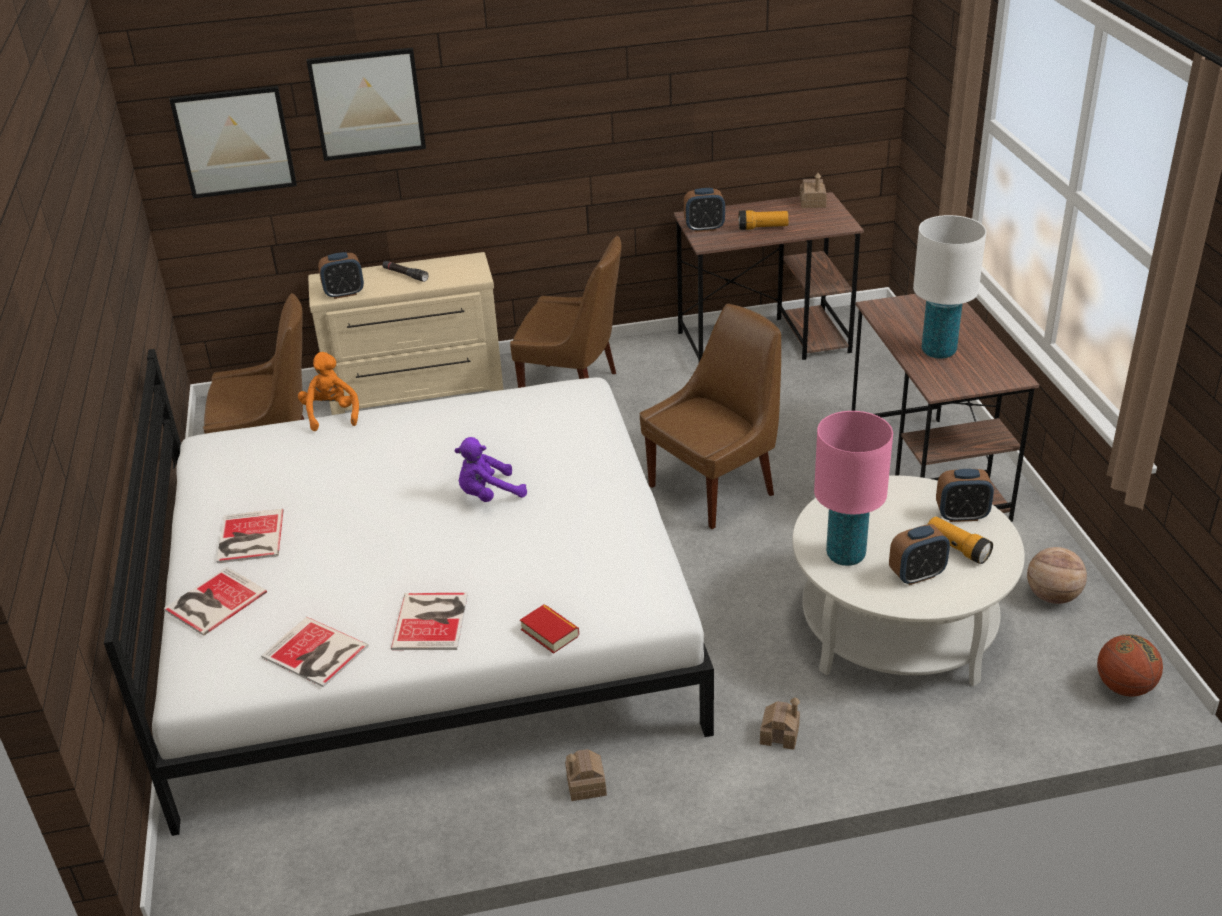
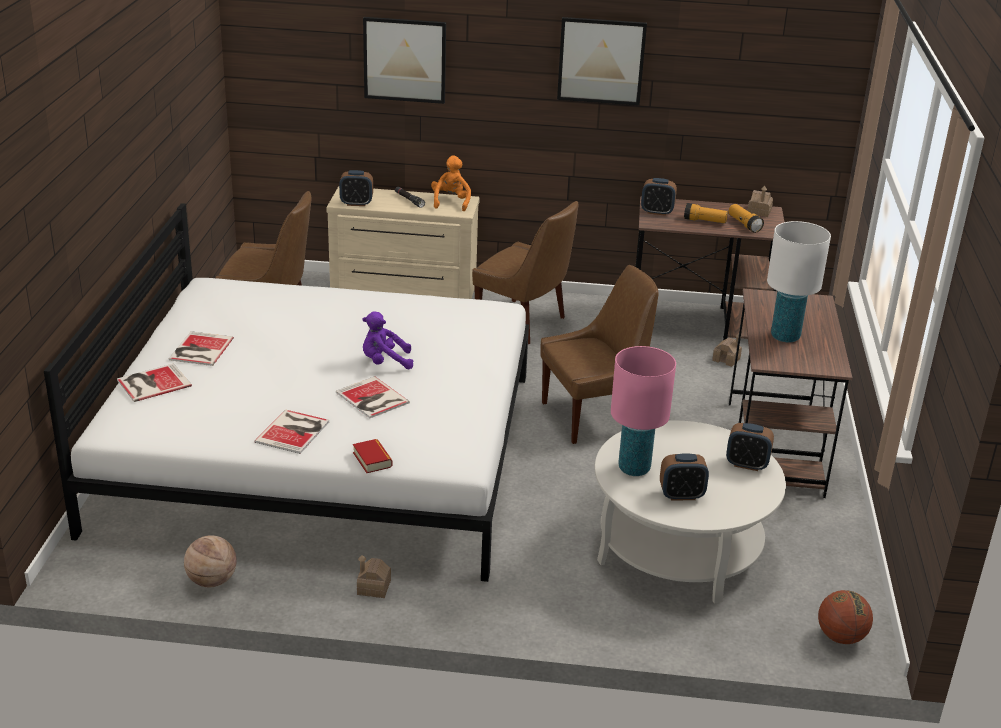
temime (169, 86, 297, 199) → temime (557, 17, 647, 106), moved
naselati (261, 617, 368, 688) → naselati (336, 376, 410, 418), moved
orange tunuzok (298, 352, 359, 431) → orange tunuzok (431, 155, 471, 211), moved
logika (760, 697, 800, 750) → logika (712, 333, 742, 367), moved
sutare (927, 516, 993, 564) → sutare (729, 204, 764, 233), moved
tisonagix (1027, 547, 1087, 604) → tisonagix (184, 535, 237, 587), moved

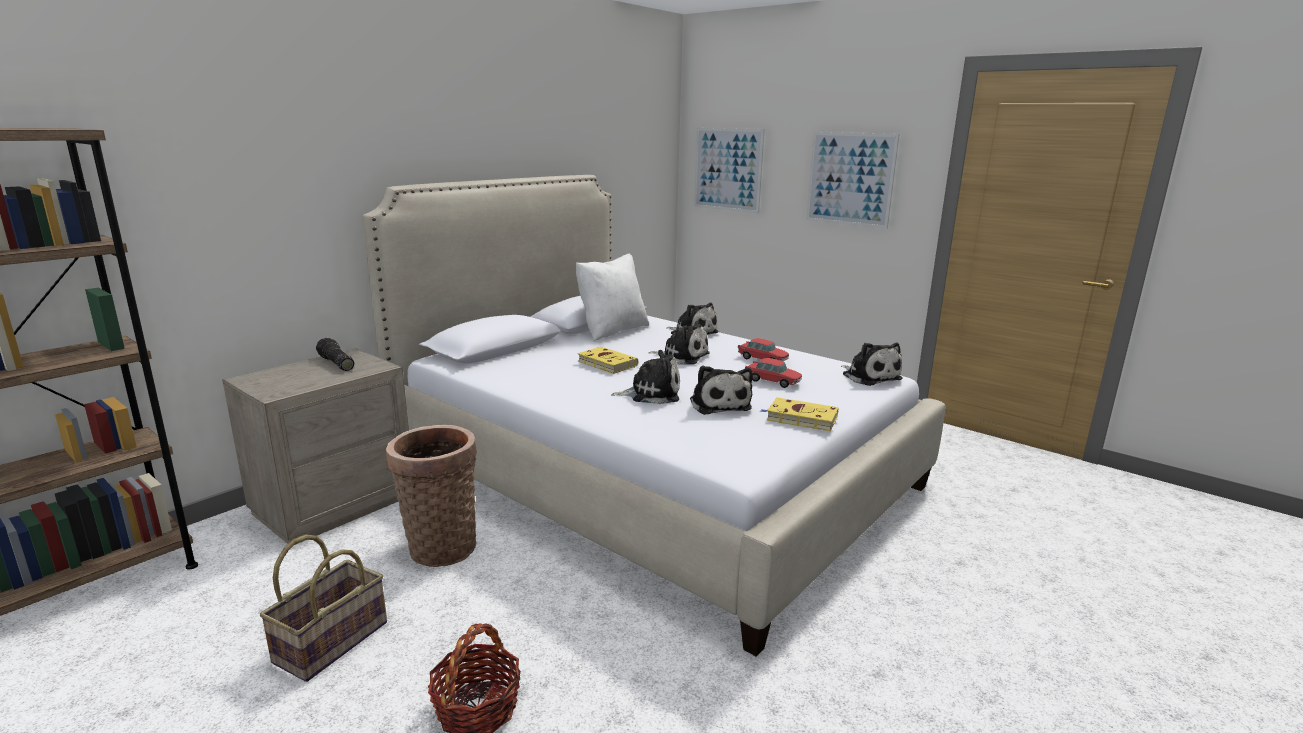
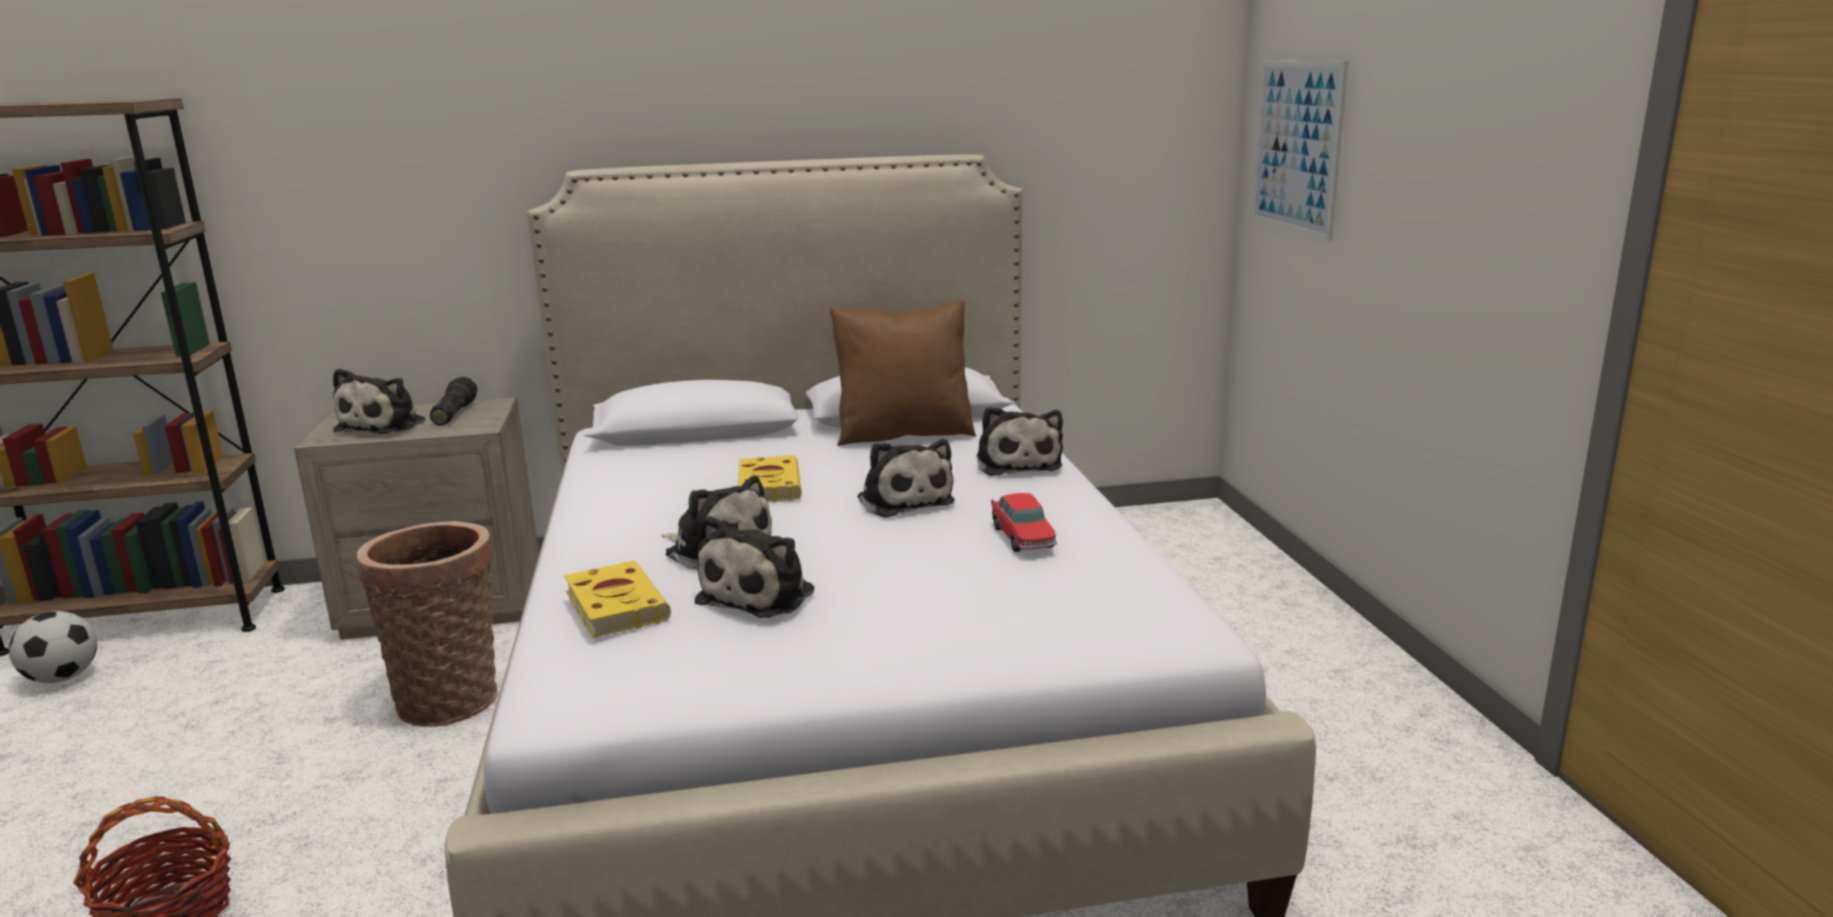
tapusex (260, 535, 387, 682) → -
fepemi (745, 358, 802, 388) → -
temime (806, 132, 899, 229) → -
- → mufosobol (9, 611, 97, 683)
yellow naselati (760, 397, 839, 432) → yellow naselati (564, 561, 671, 638), moved
tunuzok (841, 343, 902, 386) → tunuzok (333, 368, 425, 434), moved
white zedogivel (576, 254, 649, 342) → brown zedogivel (830, 300, 976, 446)

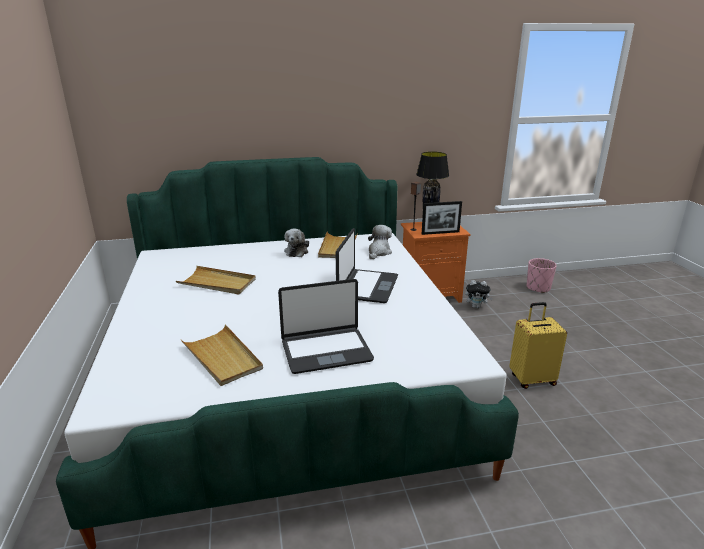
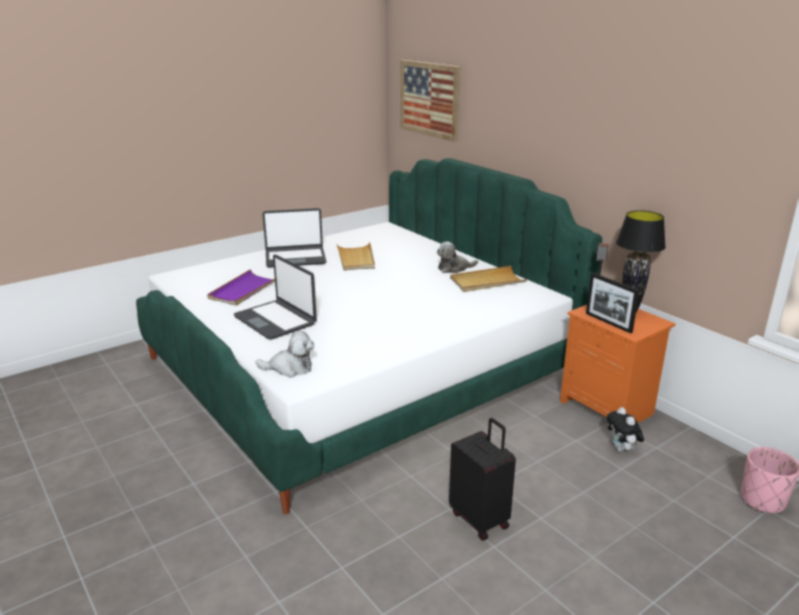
- → temime (400, 60, 460, 142)
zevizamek (336, 228, 398, 303) → zevizamek (262, 208, 326, 268), moved
tunuzok (368, 225, 392, 259) → tunuzok (256, 331, 314, 378), moved
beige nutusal (181, 325, 263, 386) → purple nutusal (207, 269, 275, 306)
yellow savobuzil (509, 302, 567, 389) → black savobuzil (449, 418, 516, 541)

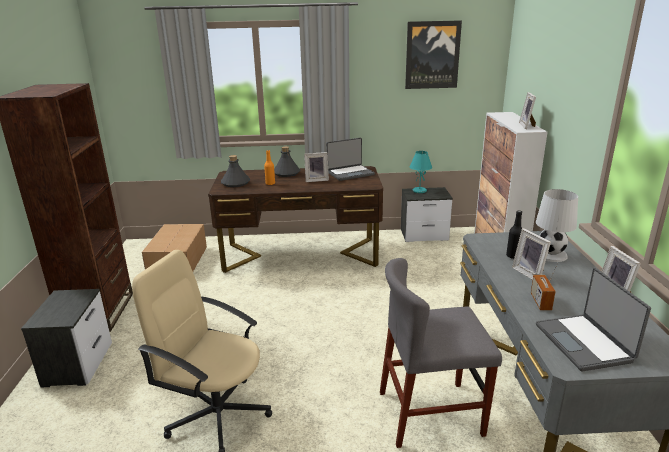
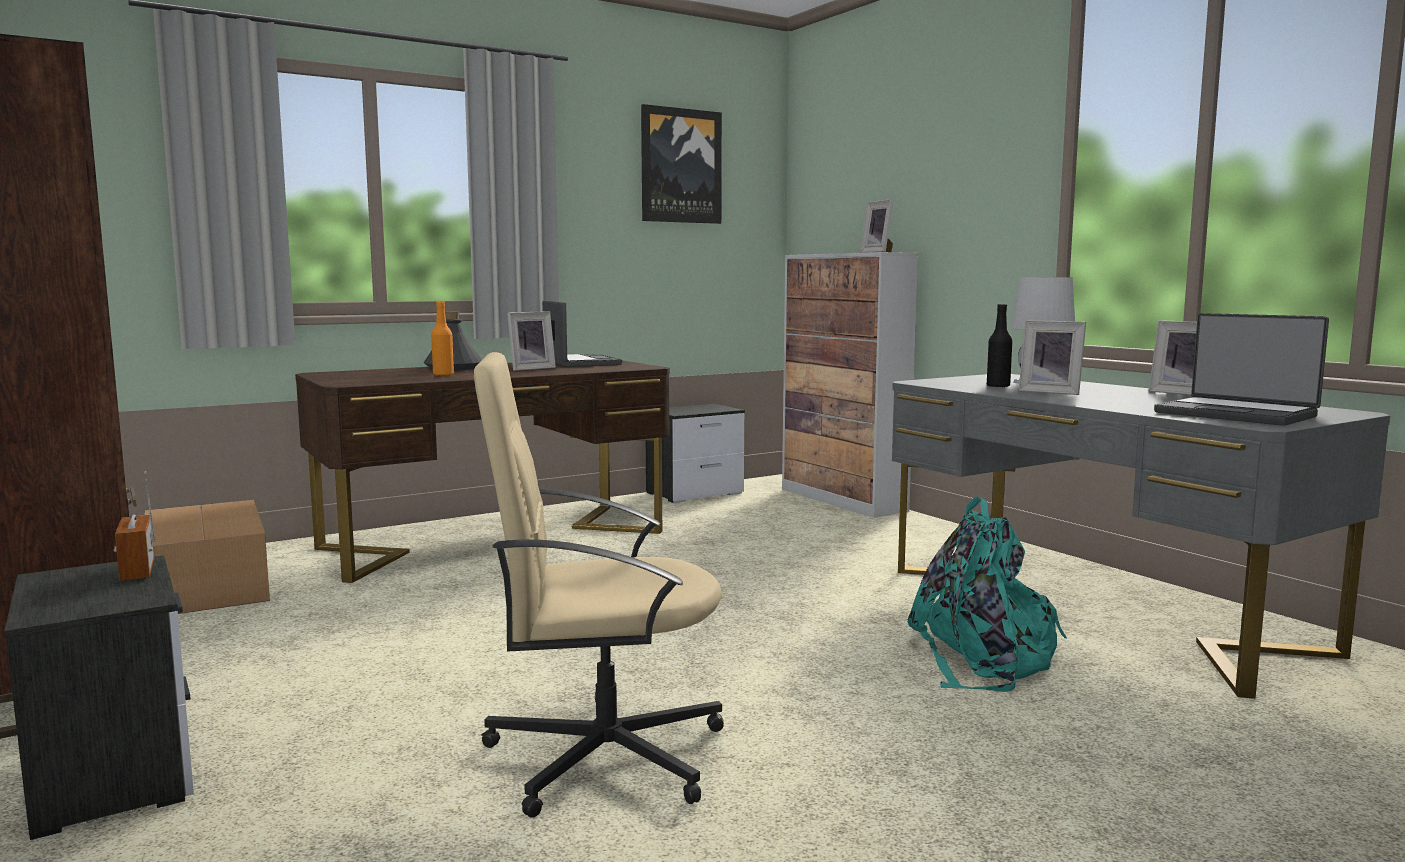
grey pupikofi (221, 155, 250, 187) → -
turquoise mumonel (410, 151, 432, 193) → -
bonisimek (531, 263, 558, 310) → bonisimek (113, 471, 155, 581), moved
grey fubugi (380, 258, 502, 448) → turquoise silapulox (908, 496, 1067, 692)
zevizamek (326, 138, 375, 181) → zevizamek (542, 301, 623, 367), 60 degrees counterclockwise

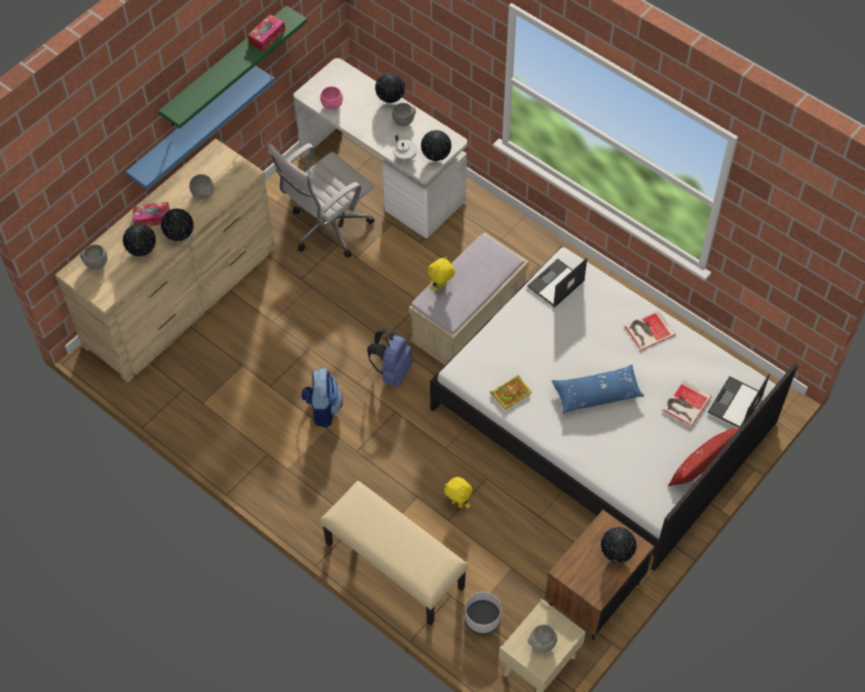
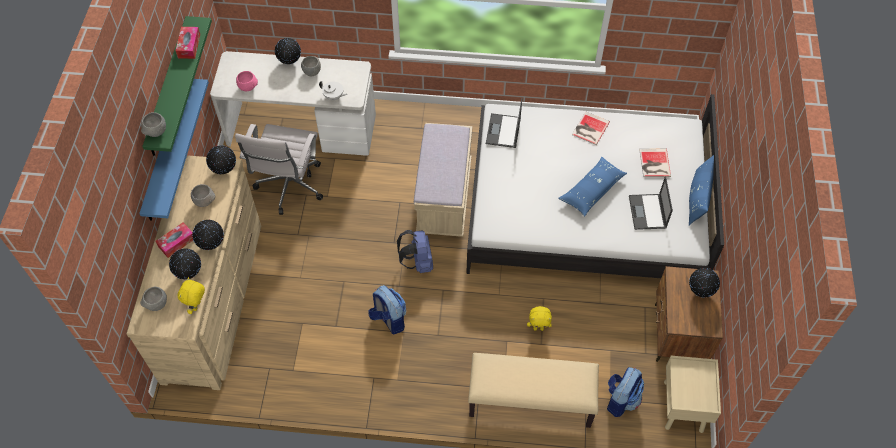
naselati (490, 374, 532, 410) → -
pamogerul (421, 130, 452, 161) → pamogerul (206, 145, 236, 174), moved
yellow tunuzok (428, 256, 455, 291) → yellow tunuzok (178, 277, 205, 314), moved
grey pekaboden (528, 624, 557, 652) → grey pekaboden (141, 112, 166, 137), moved
zevizamek (708, 373, 770, 428) → zevizamek (629, 176, 673, 230), moved
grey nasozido (465, 592, 502, 635) → silapulox (607, 367, 644, 417)
red zedogivel (668, 427, 741, 486) → blue zedogivel (689, 155, 714, 225)

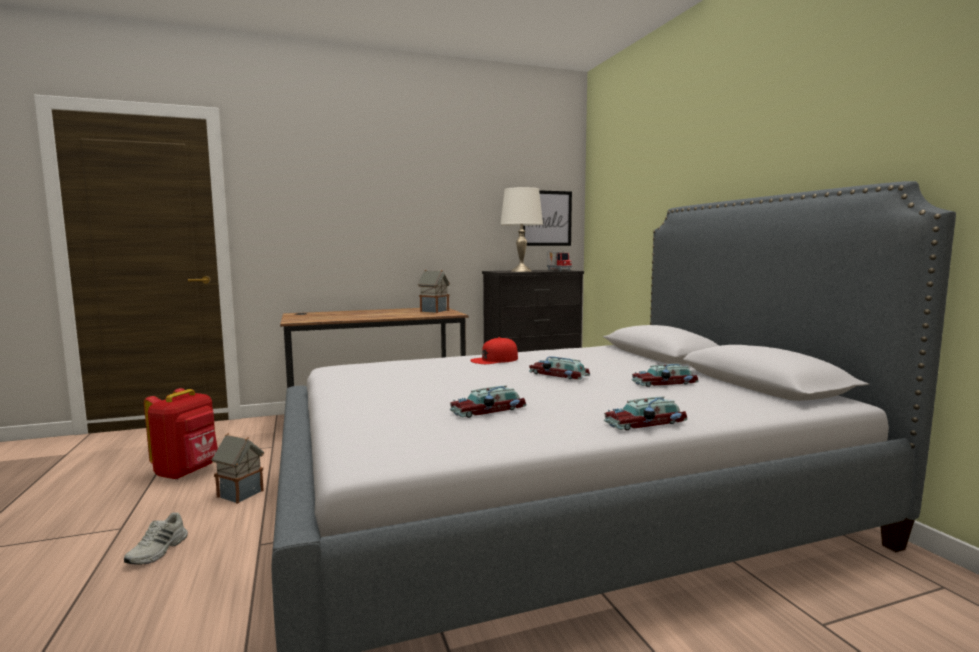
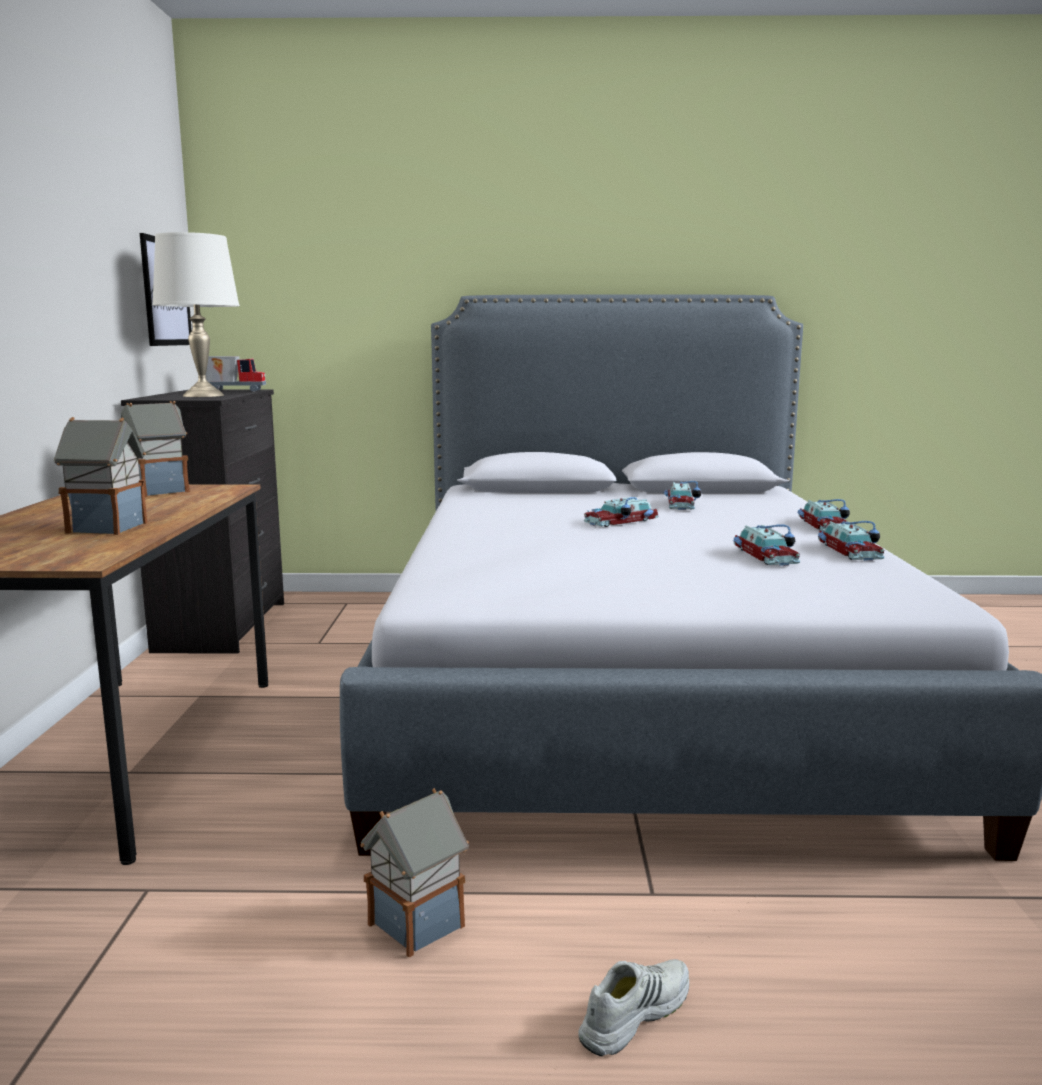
red silapulox (144, 388, 218, 480) → -
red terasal (470, 337, 518, 364) → -
- → logika (54, 417, 147, 535)
- → fepemi (818, 521, 885, 561)
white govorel (124, 512, 188, 565) → white govorel (578, 959, 689, 1057), 75 degrees counterclockwise

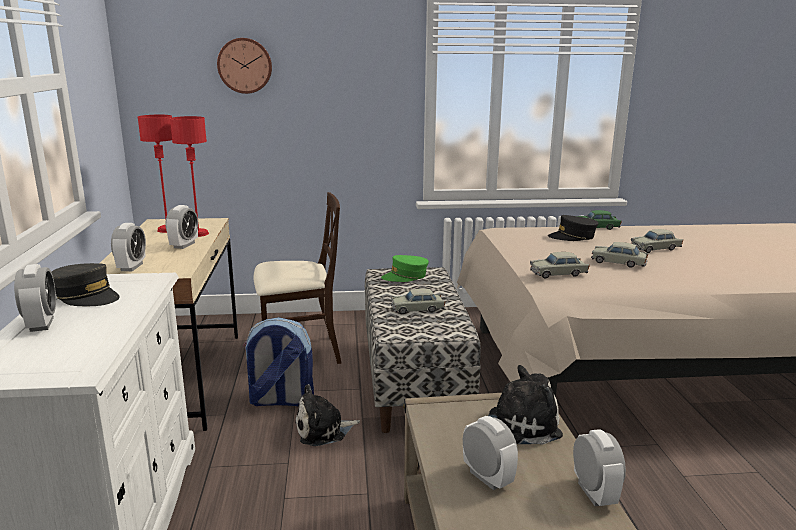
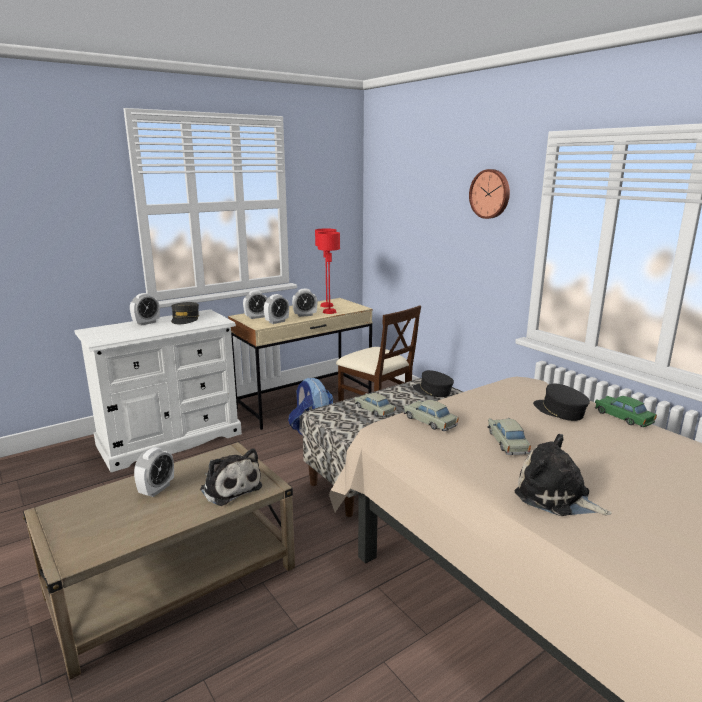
beige fepemi (631, 229, 683, 253) → -
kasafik (217, 38, 272, 94) → kasafik (469, 169, 510, 219), moved
tunuzok (295, 384, 360, 446) → tunuzok (515, 434, 612, 516), moved
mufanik (573, 429, 626, 506) → mufanik (264, 294, 289, 324), moved
green terasal (381, 255, 429, 282) → black terasal (413, 370, 454, 397)

